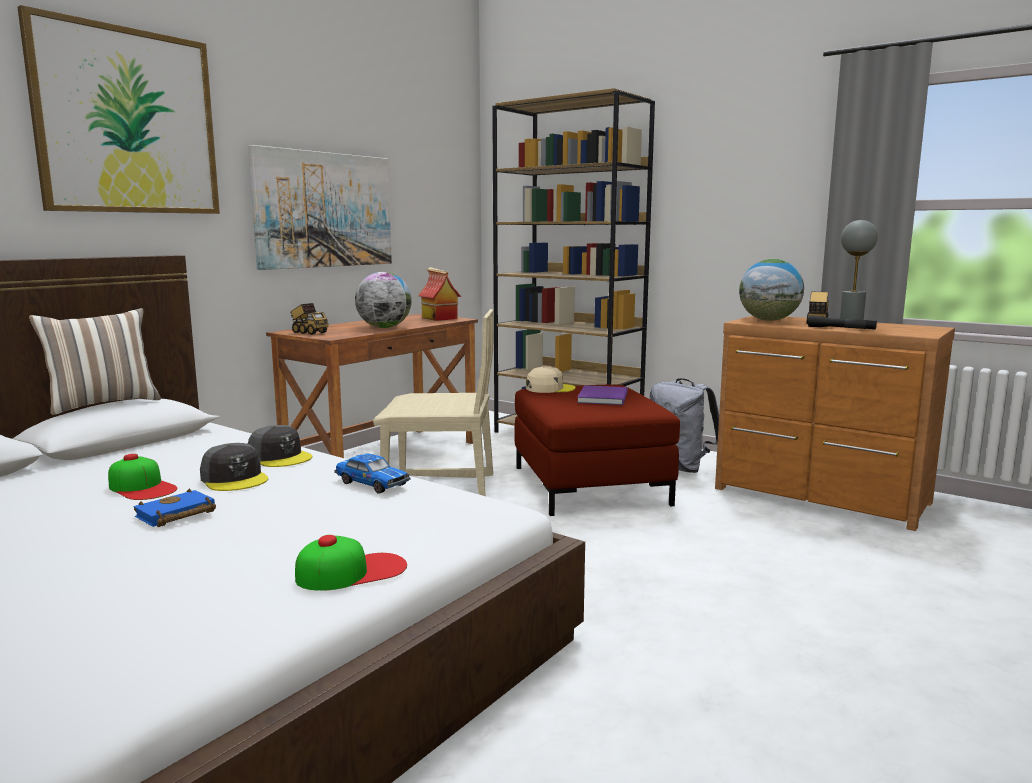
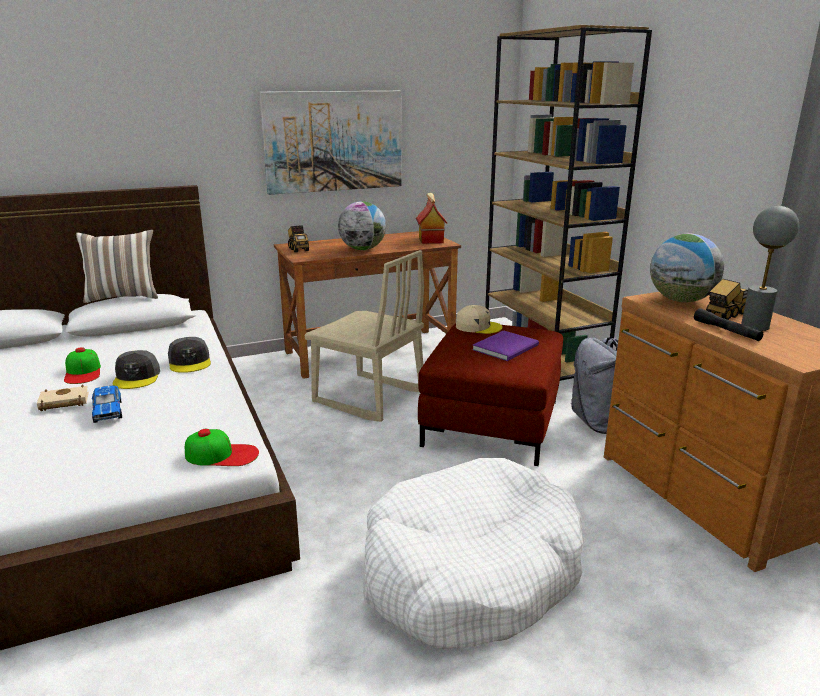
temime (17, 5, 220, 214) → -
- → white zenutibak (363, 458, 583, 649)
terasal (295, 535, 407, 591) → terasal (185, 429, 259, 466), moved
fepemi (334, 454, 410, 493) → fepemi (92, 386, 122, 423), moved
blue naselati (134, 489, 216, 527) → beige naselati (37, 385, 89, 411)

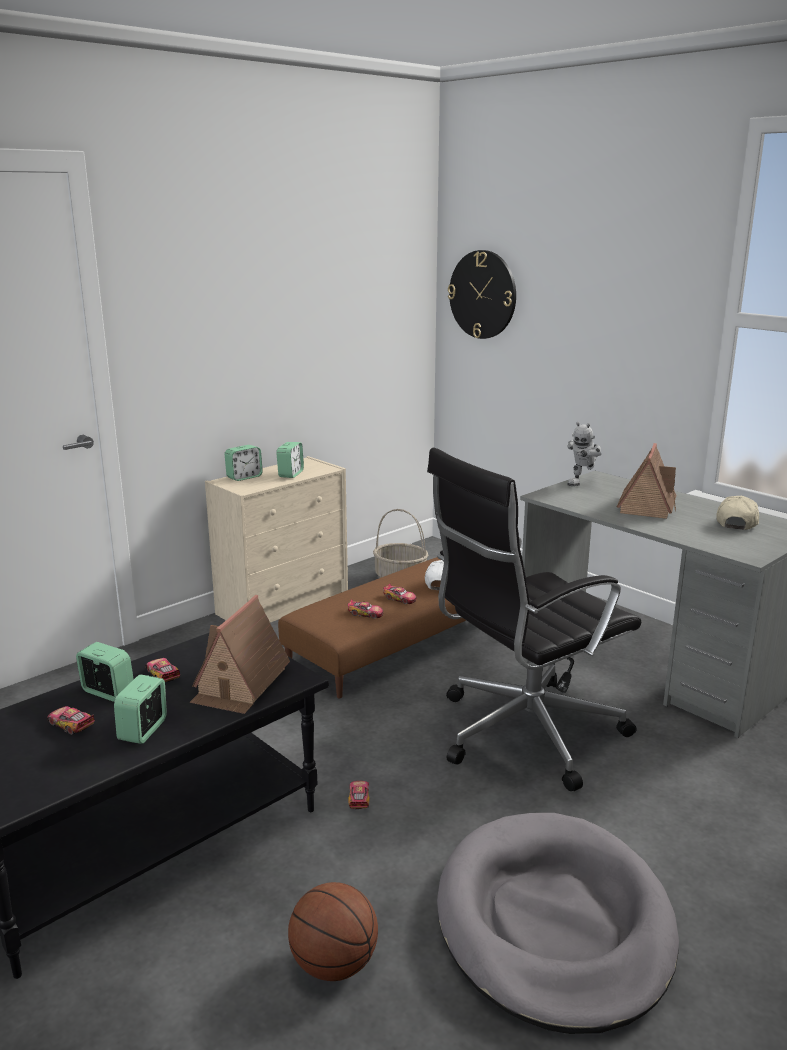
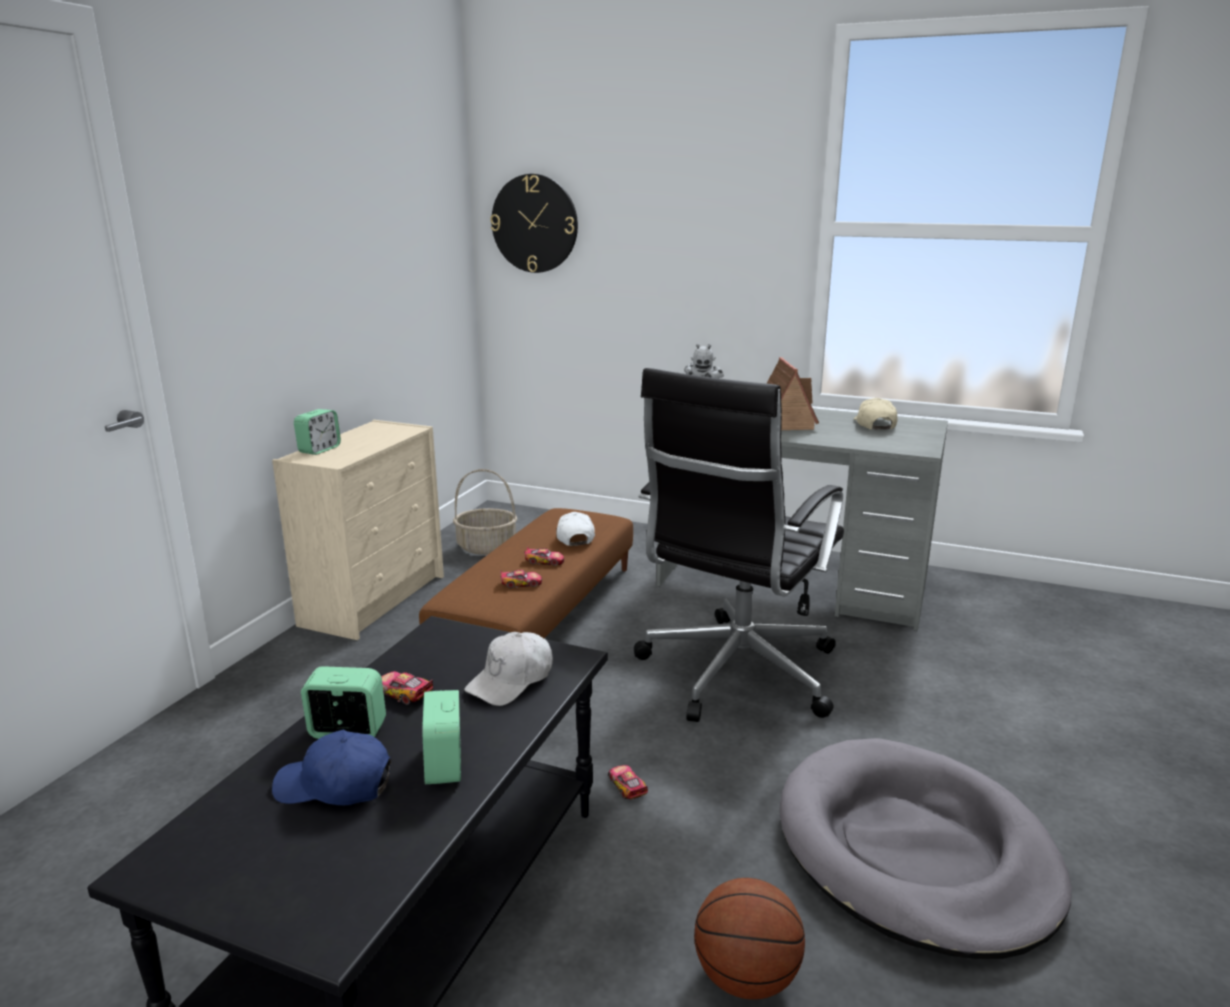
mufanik (276, 442, 304, 478) → -
fepemi (47, 706, 95, 735) → blue terasal (272, 730, 391, 805)
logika (189, 595, 290, 714) → white terasal (464, 632, 553, 706)

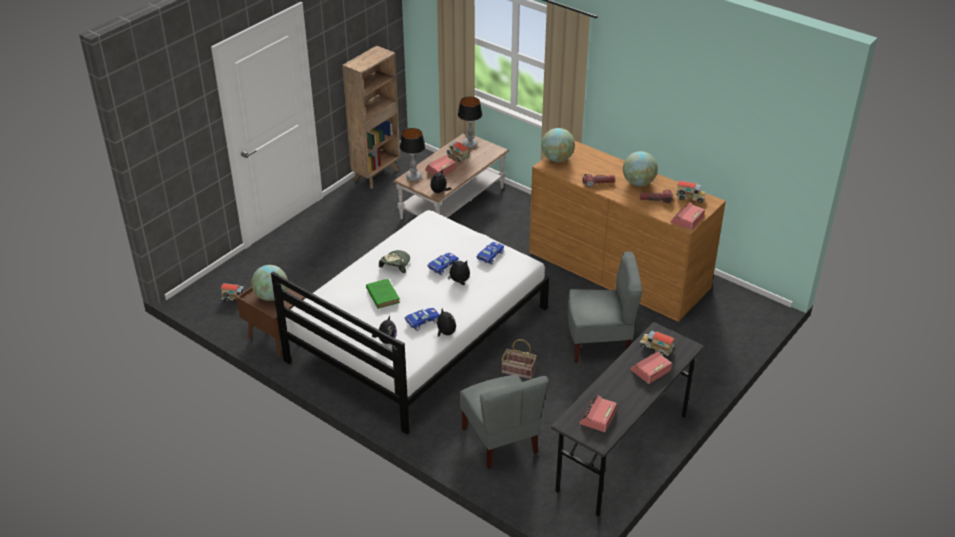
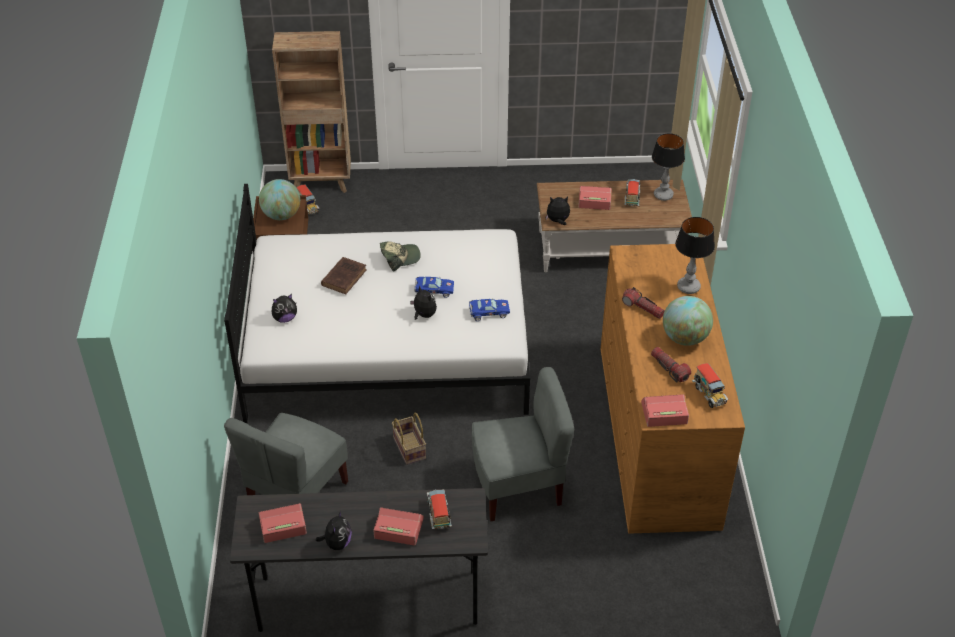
blue fepemi (405, 308, 440, 331) → -
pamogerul (541, 128, 575, 162) → -
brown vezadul (342, 46, 401, 189) → brown vezadul (272, 31, 351, 193), moved
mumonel (400, 128, 425, 181) → mumonel (675, 217, 715, 294), moved
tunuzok (434, 308, 456, 337) → tunuzok (316, 511, 352, 550), moved
green naselati (366, 279, 400, 309) → brown naselati (321, 257, 367, 294)
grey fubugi (568, 251, 642, 363) → grey fubugi (472, 367, 574, 521), 60 degrees counterclockwise

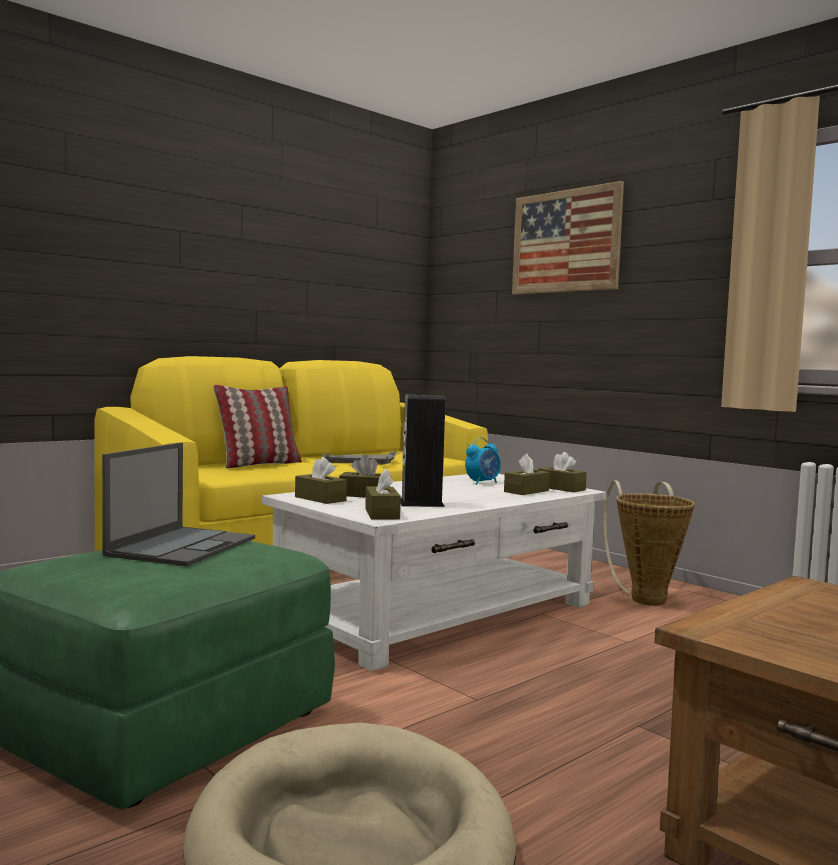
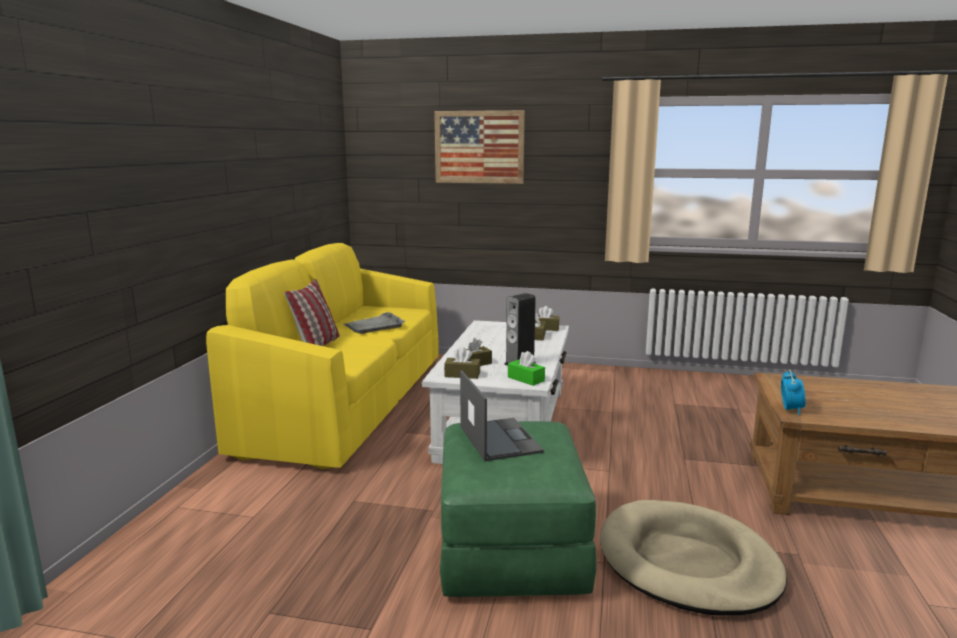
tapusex (603, 481, 695, 606) → -
mufanik (465, 437, 501, 485) → mufanik (781, 369, 806, 415), moved
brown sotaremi (365, 468, 401, 519) → green sotaremi (508, 351, 545, 386)

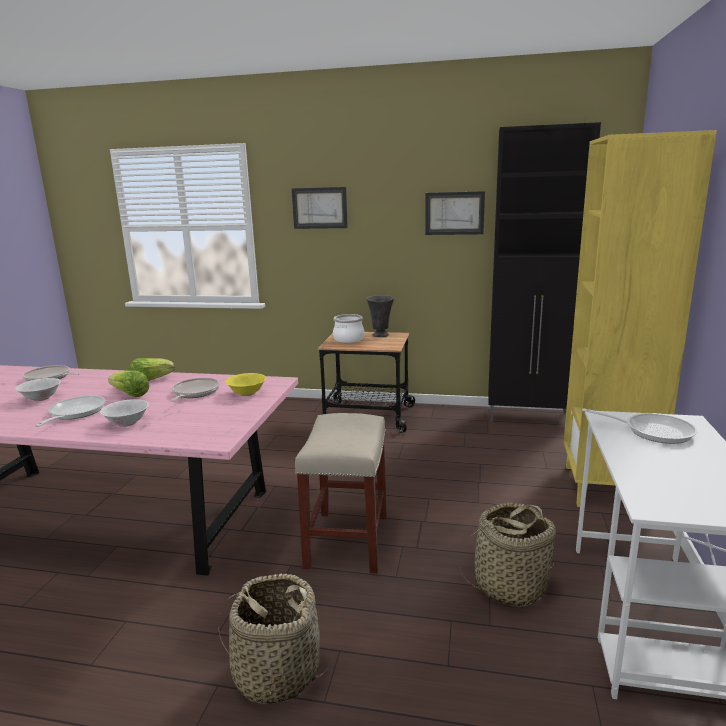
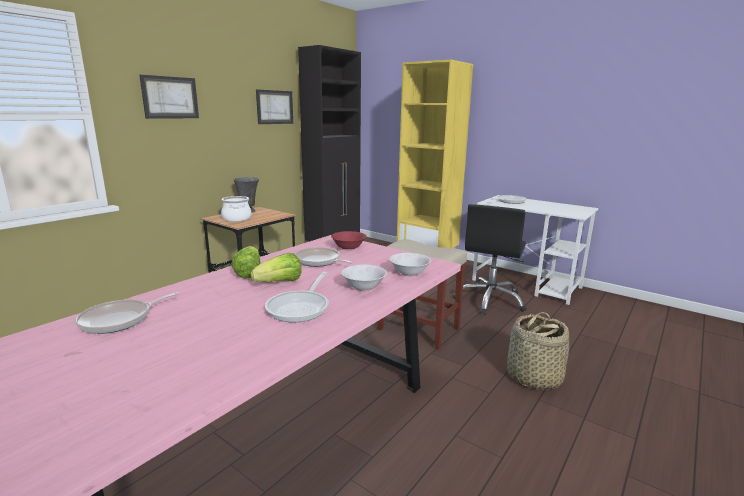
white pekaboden (15, 378, 61, 401) → white pekaboden (389, 253, 431, 276), moved
tapusex (460, 502, 556, 607) → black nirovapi (453, 204, 527, 315)
yellow pekaboden (225, 373, 266, 396) → red pekaboden (331, 231, 366, 251)
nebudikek (35, 396, 106, 427) → nebudikek (265, 272, 329, 322), 105 degrees counterclockwise

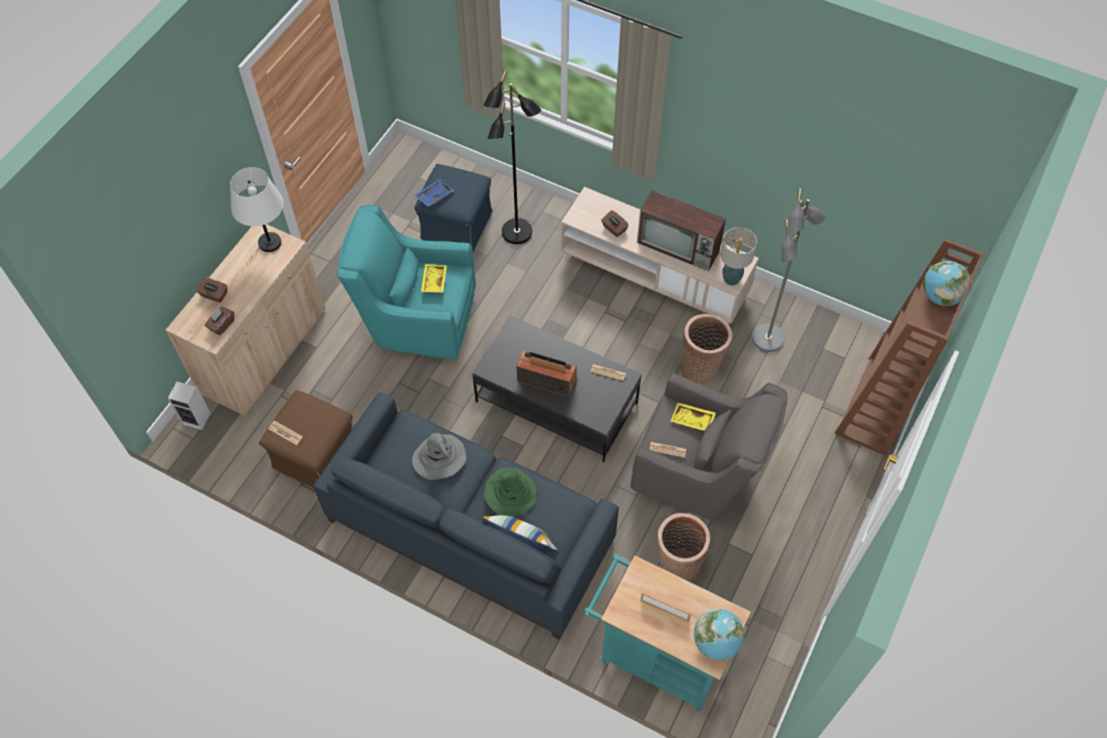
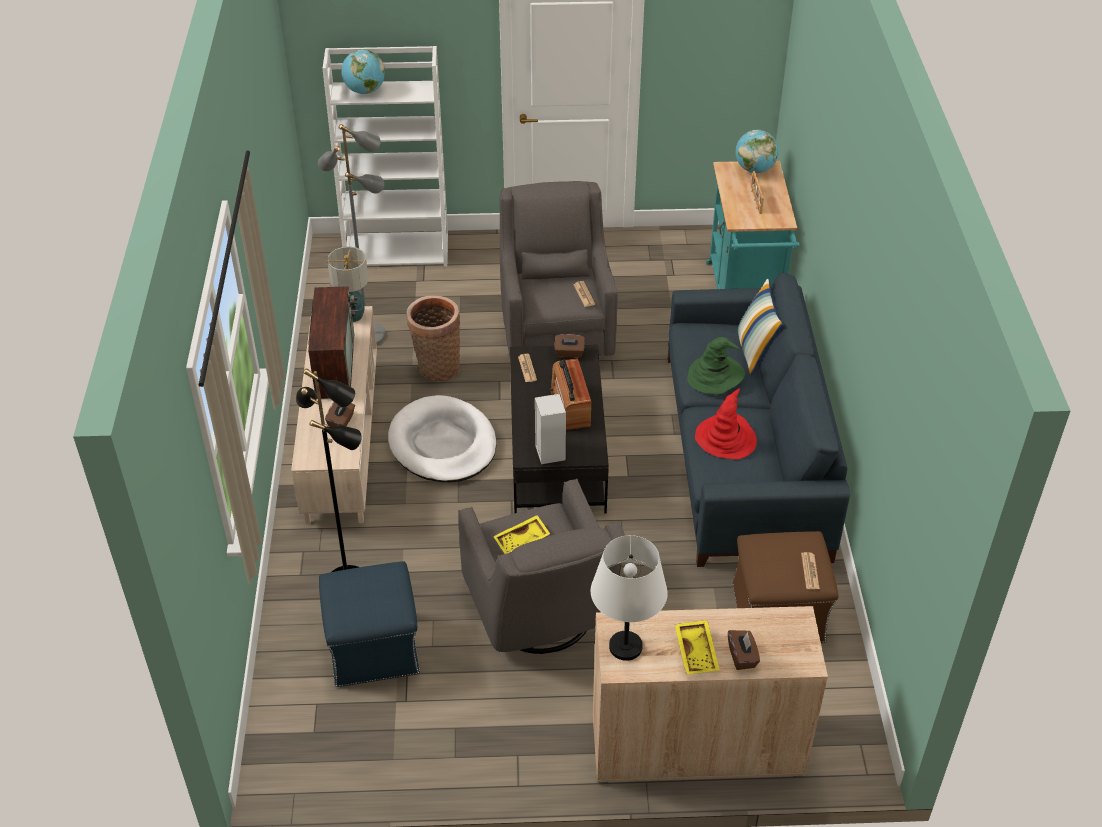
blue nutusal (414, 179, 454, 207) → -
tapusex (657, 513, 710, 582) → -
- → white zenutibak (388, 395, 497, 482)
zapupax (167, 381, 211, 430) → zapupax (535, 394, 566, 464), moved
brown sotaremi (205, 307, 234, 335) → brown sotaremi (555, 334, 585, 358), moved
yellow nutusal (671, 403, 716, 431) → yellow nutusal (675, 620, 720, 675), moved
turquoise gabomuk (337, 205, 476, 359) → grey gabomuk (458, 479, 625, 654)
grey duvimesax (412, 433, 466, 480) → red duvimesax (695, 388, 757, 459)
brown vezadul (835, 238, 984, 456) → white vezadul (323, 46, 448, 267)

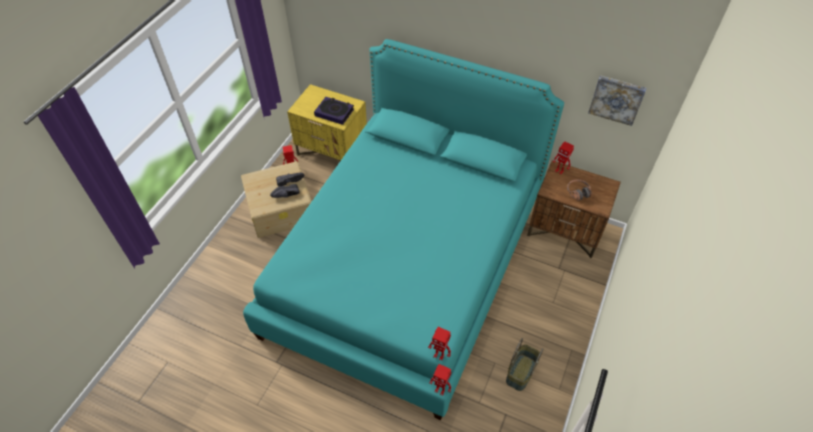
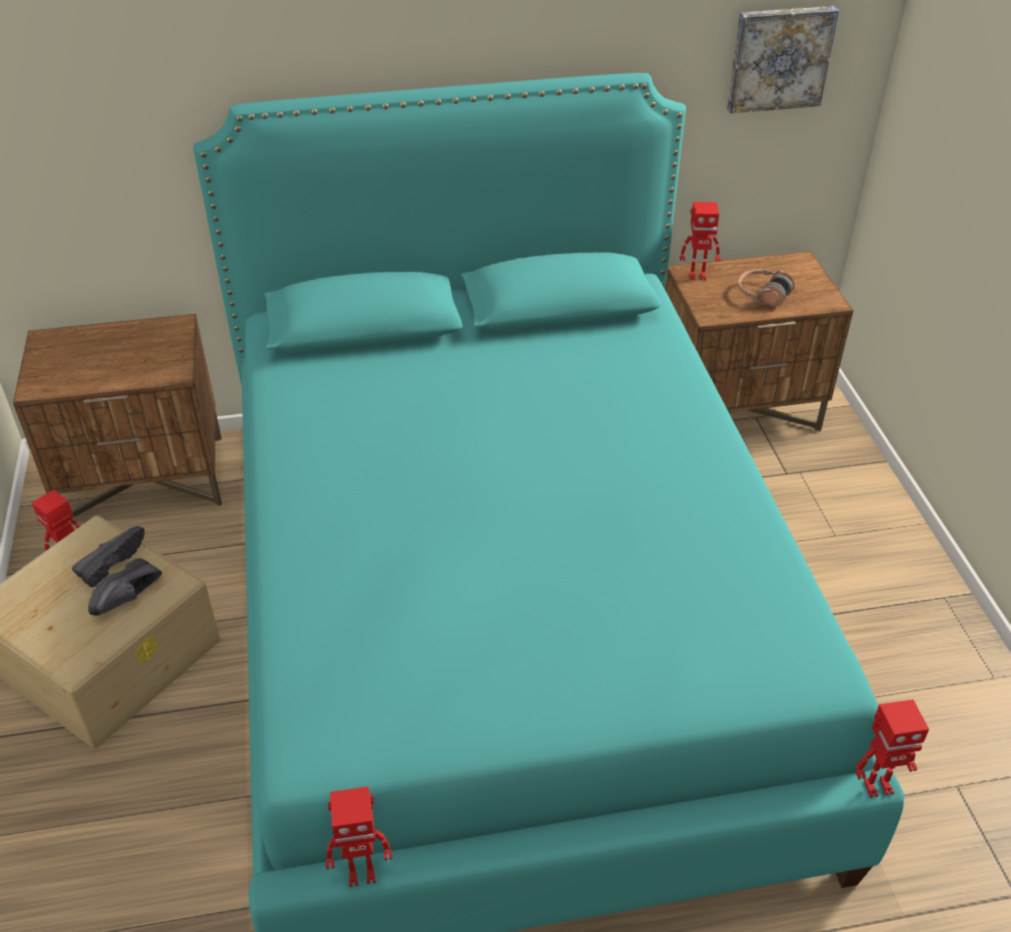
naselati (314, 97, 354, 125) → -
tapusex (506, 338, 543, 391) → -
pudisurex (428, 327, 451, 361) → pudisurex (326, 786, 392, 887), moved
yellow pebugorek (287, 84, 367, 161) → brown pebugorek (13, 314, 222, 517)

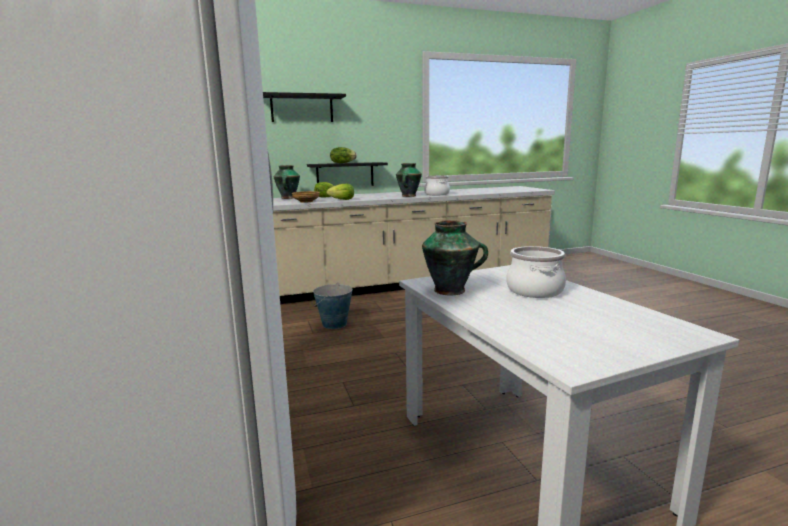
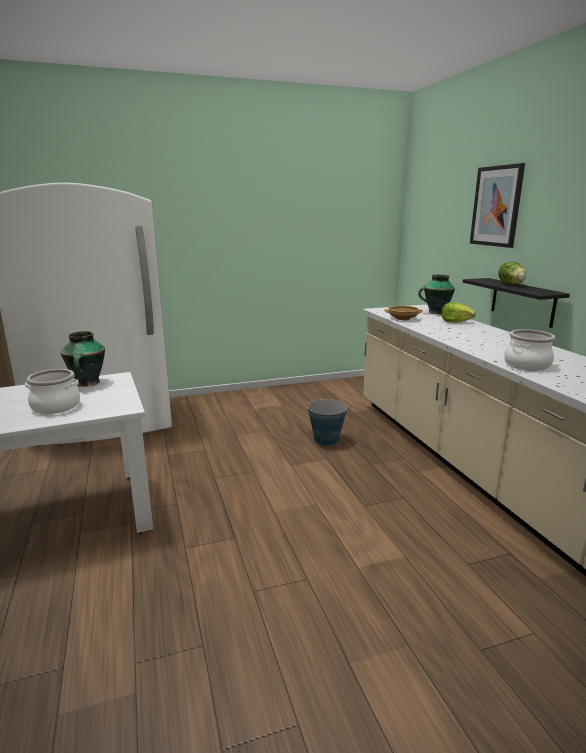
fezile (326, 184, 354, 200) → -
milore (396, 163, 422, 197) → -
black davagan (263, 92, 346, 122) → temime (470, 163, 525, 248)

